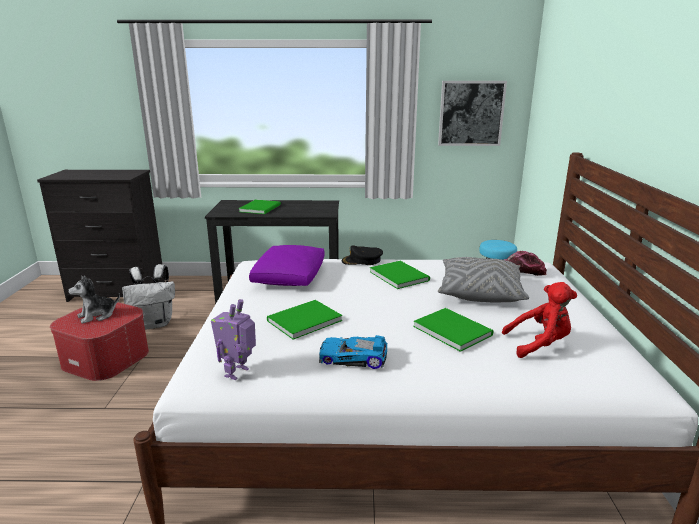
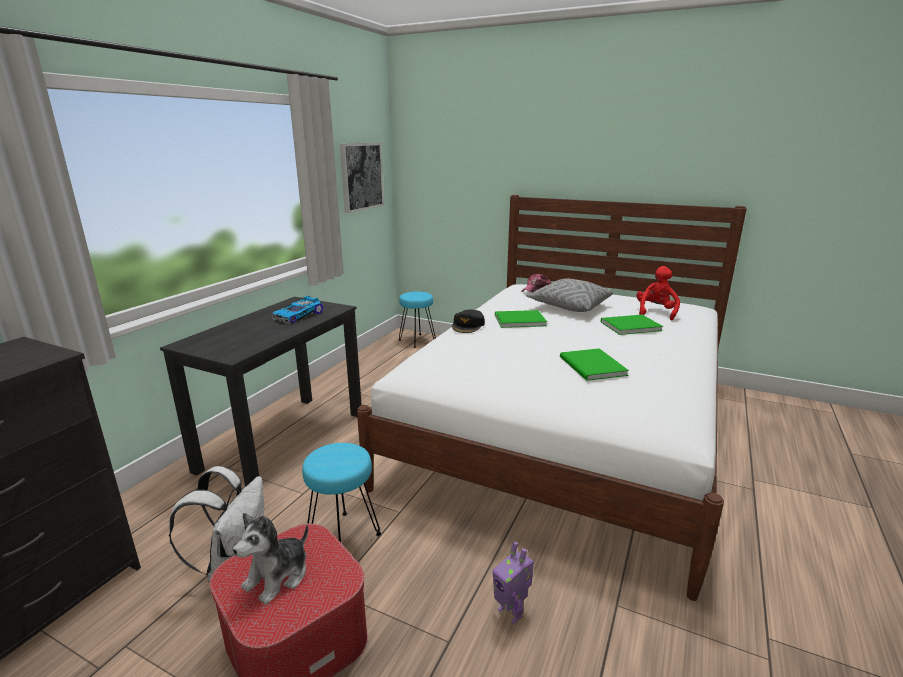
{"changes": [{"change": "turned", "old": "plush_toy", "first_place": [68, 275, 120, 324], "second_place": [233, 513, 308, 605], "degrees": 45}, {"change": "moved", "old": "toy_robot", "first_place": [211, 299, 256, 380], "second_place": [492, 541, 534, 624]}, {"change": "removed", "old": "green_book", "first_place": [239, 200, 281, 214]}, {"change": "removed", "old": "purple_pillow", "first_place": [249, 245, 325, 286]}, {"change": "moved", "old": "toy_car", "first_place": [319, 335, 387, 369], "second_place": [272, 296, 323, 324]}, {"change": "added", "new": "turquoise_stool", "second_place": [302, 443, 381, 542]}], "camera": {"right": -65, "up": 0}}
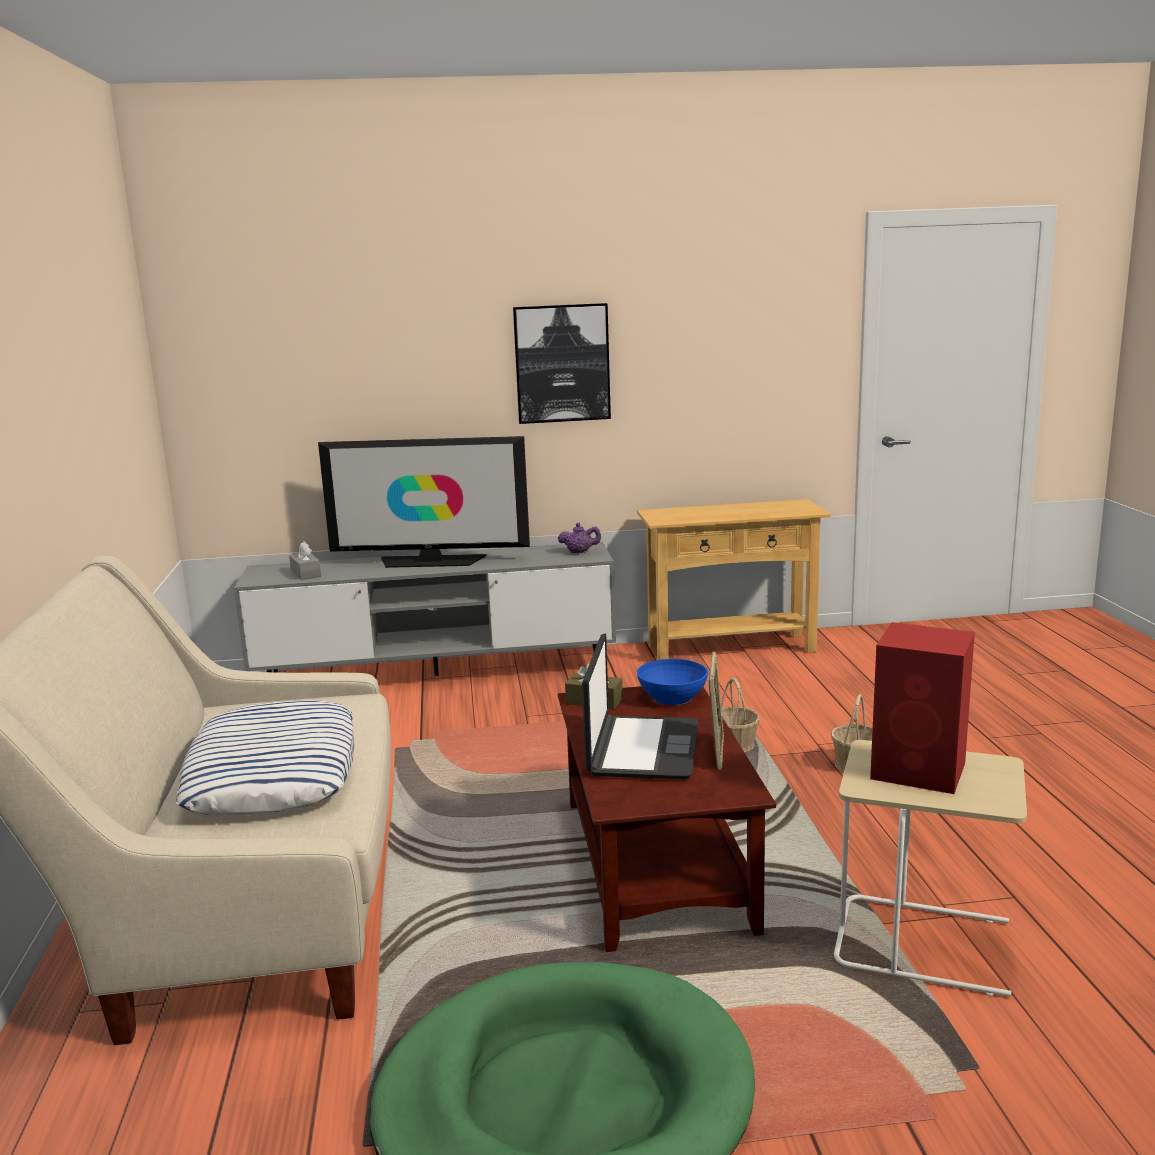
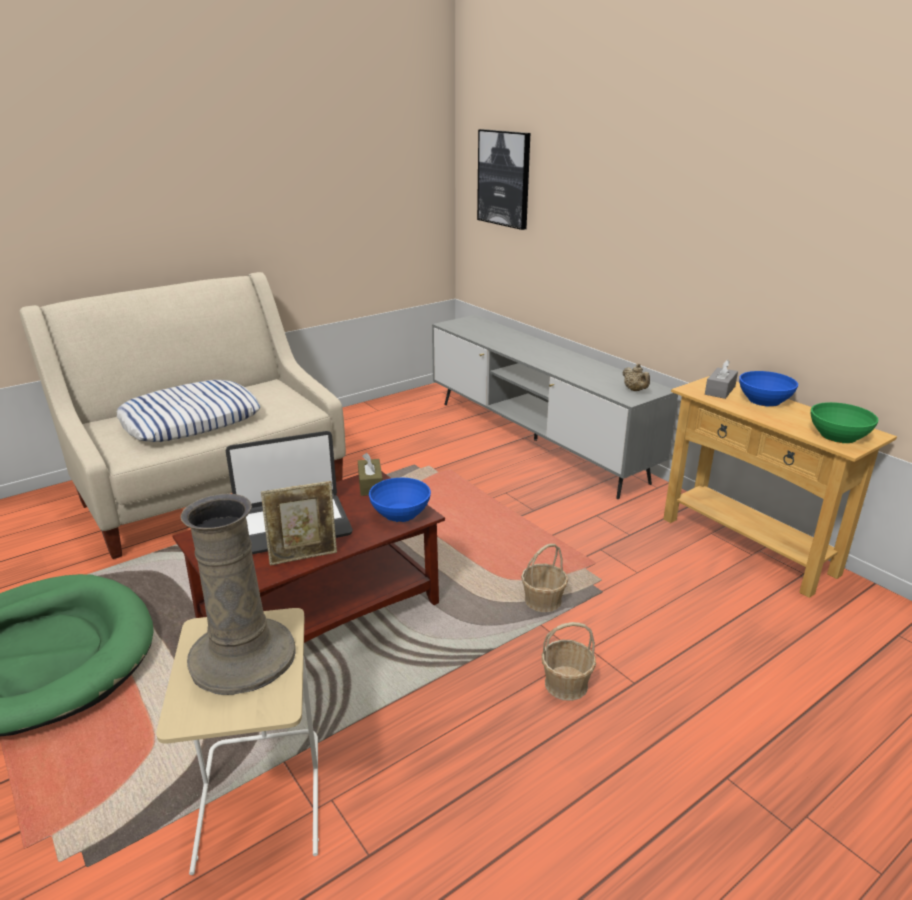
{"changes": [{"change": "moved", "old": "grey_tissue_box", "first_place": [289, 542, 321, 580], "second_place": [705, 360, 738, 399]}, {"change": "removed", "old": "television", "first_place": [318, 436, 530, 568]}, {"change": "moved", "old": "picture", "first_place": [513, 303, 611, 424], "second_place": [477, 129, 530, 230]}, {"change": "recoloured", "old": "purple_teapot", "new": "beige_teapot", "first_place": [558, 523, 601, 553], "second_place": [623, 363, 650, 391]}, {"change": "replaced", "old": "red_speaker", "new": "beige_vase", "first_place": [870, 622, 975, 794], "second_place": [181, 494, 295, 695]}, {"change": "added", "new": "blue_bowl", "second_place": [739, 371, 798, 407]}, {"change": "added", "new": "green_bowl", "second_place": [811, 402, 878, 443]}], "camera": {"right": 60, "up": 10}}
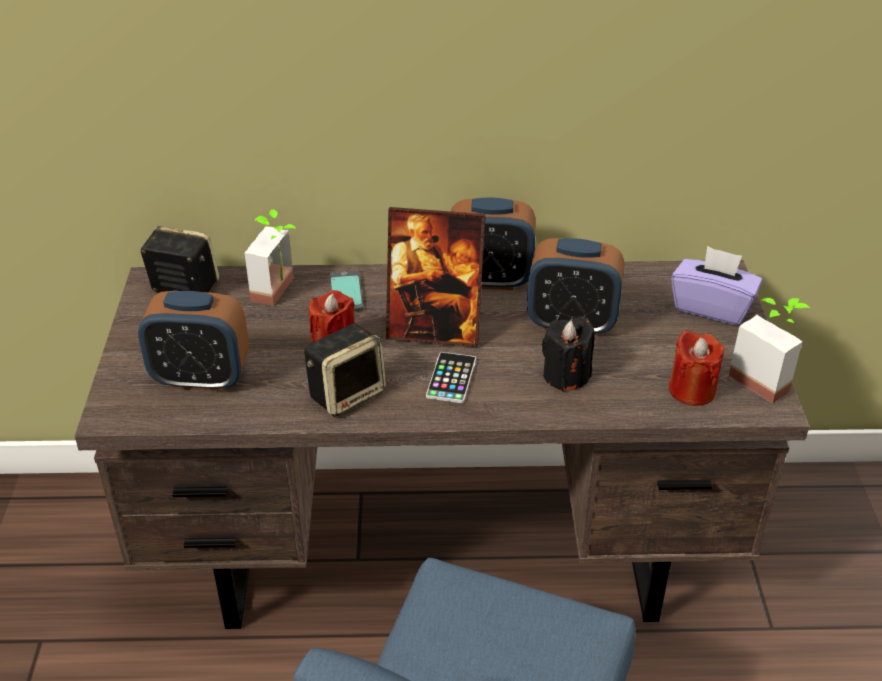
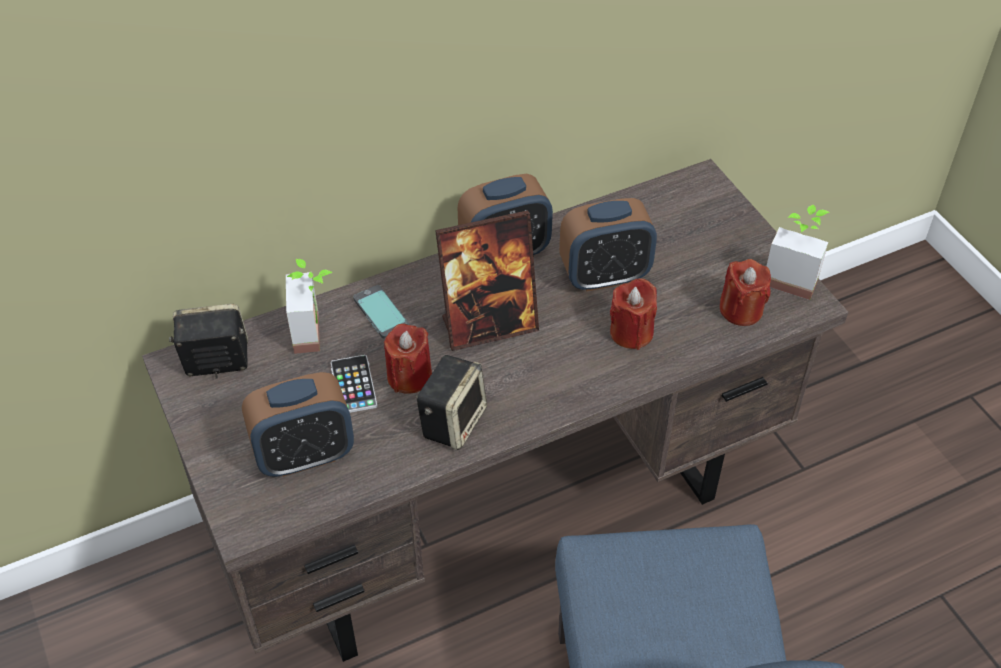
{"changes": [{"change": "moved", "old": "phone", "first_place": [426, 352, 476, 403], "second_place": [331, 355, 377, 413]}, {"change": "recoloured", "old": "black_candle", "new": "red_candle", "first_place": [542, 317, 595, 391], "second_place": [610, 278, 657, 350]}, {"change": "removed", "old": "purple_tissue_box", "first_place": [671, 246, 762, 325]}], "camera": {"right": -25, "up": 10}}
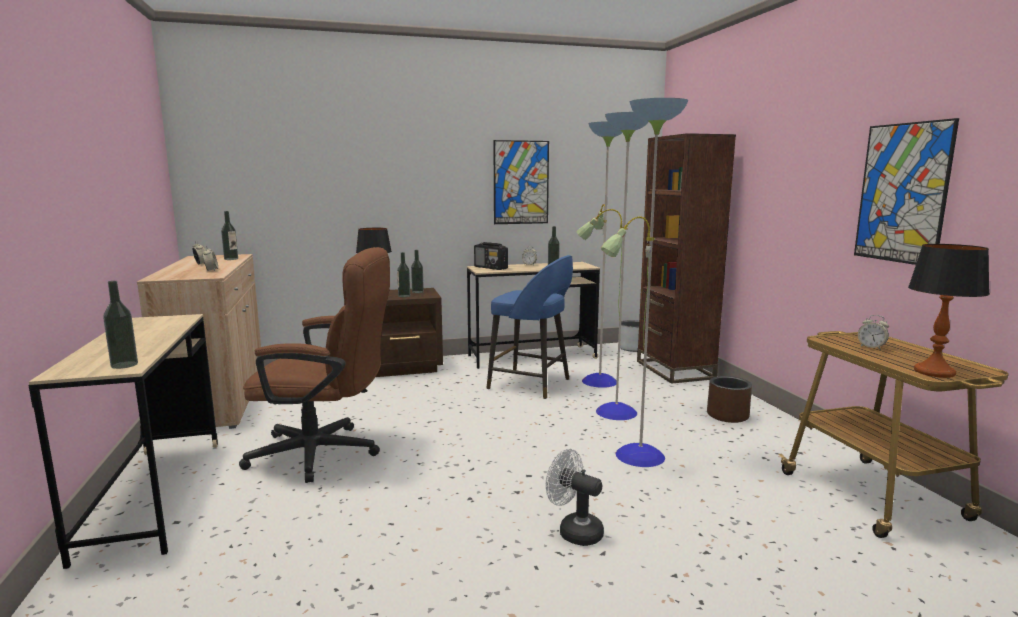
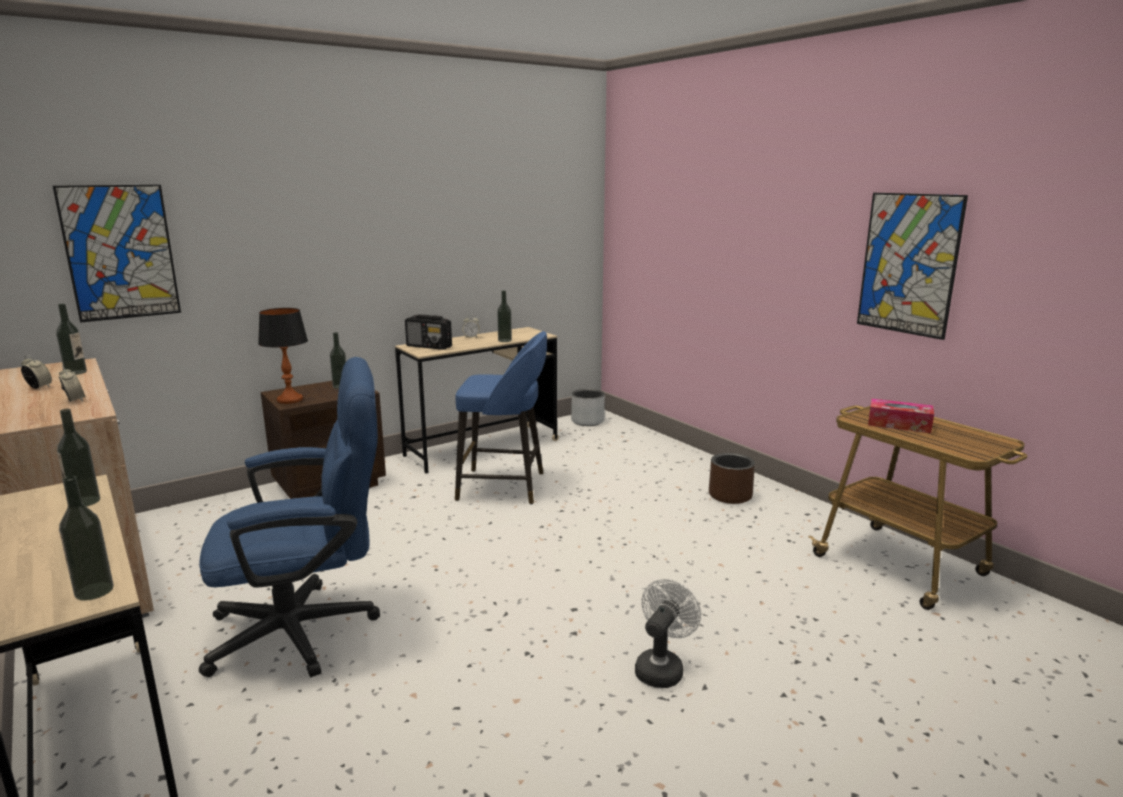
{"changes": [{"change": "recoloured", "old": "brown_office_chair", "new": "blue_office_chair", "first_place": [239, 247, 390, 483], "second_place": [199, 357, 380, 677]}, {"change": "moved", "old": "bottle", "first_place": [397, 252, 410, 297], "second_place": [57, 409, 100, 507]}, {"change": "moved", "old": "picture", "first_place": [493, 140, 549, 224], "second_place": [53, 185, 181, 323]}, {"change": "turned", "old": "white_fan", "first_place": [546, 449, 604, 546], "second_place": [635, 579, 701, 688], "degrees": 105}, {"change": "removed", "old": "floor_lamp", "first_place": [576, 98, 688, 467]}, {"change": "removed", "old": "brown_bookcase", "first_place": [637, 133, 736, 384]}, {"change": "replaced", "old": "alarm_clock", "new": "tissue_box", "first_place": [858, 315, 889, 350], "second_place": [868, 399, 934, 433]}, {"change": "removed", "old": "table_lamp", "first_place": [908, 244, 990, 378]}], "camera": {"right": -20, "up": 5}}
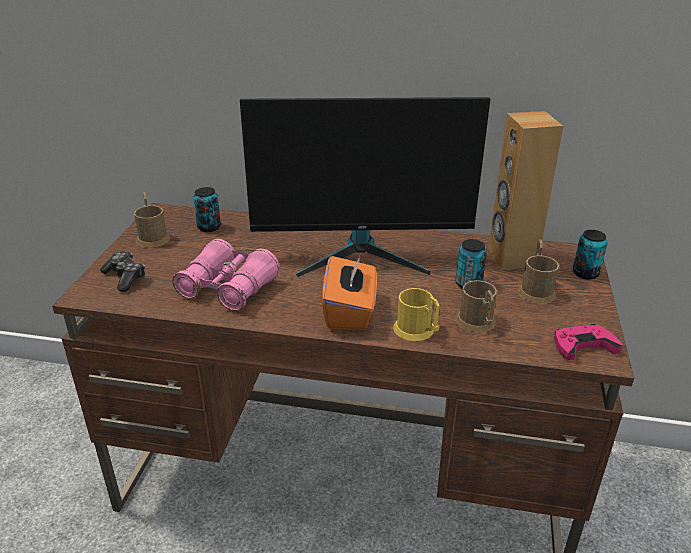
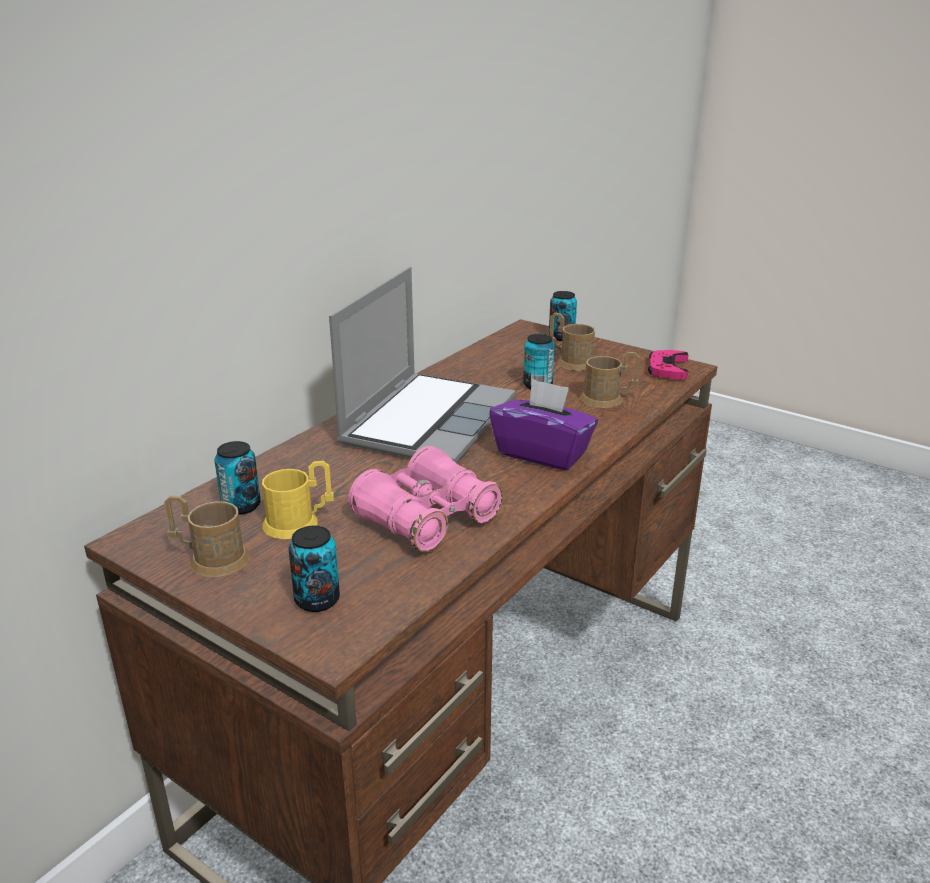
{"changes": [{"change": "replaced", "old": "game_controller", "new": "can", "first_place": [100, 251, 145, 292], "second_place": [288, 526, 340, 612]}, {"change": "replaced", "old": "monitor", "new": "laptop", "first_place": [240, 97, 491, 277], "second_place": [329, 267, 515, 464]}, {"change": "recoloured", "old": "orange_tissue_box", "new": "purple_tissue_box", "first_place": [322, 254, 377, 330], "second_place": [489, 378, 598, 471]}, {"change": "moved", "old": "yellow_mug", "first_place": [393, 288, 440, 341], "second_place": [262, 461, 334, 539]}, {"change": "removed", "old": "brown_speaker", "first_place": [488, 111, 563, 270]}], "camera": {"right": -65, "up": -5}}
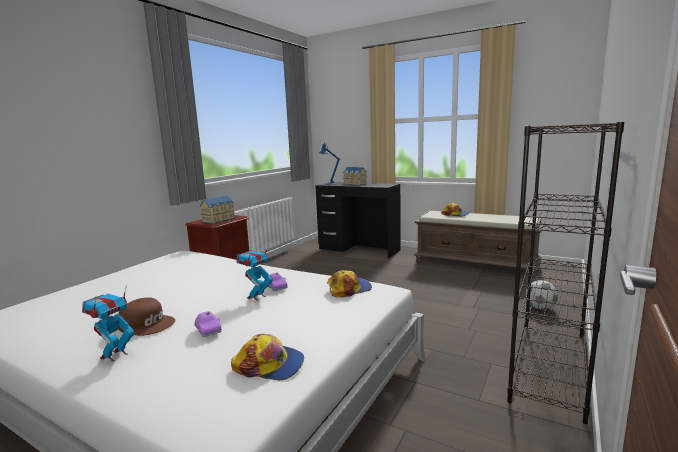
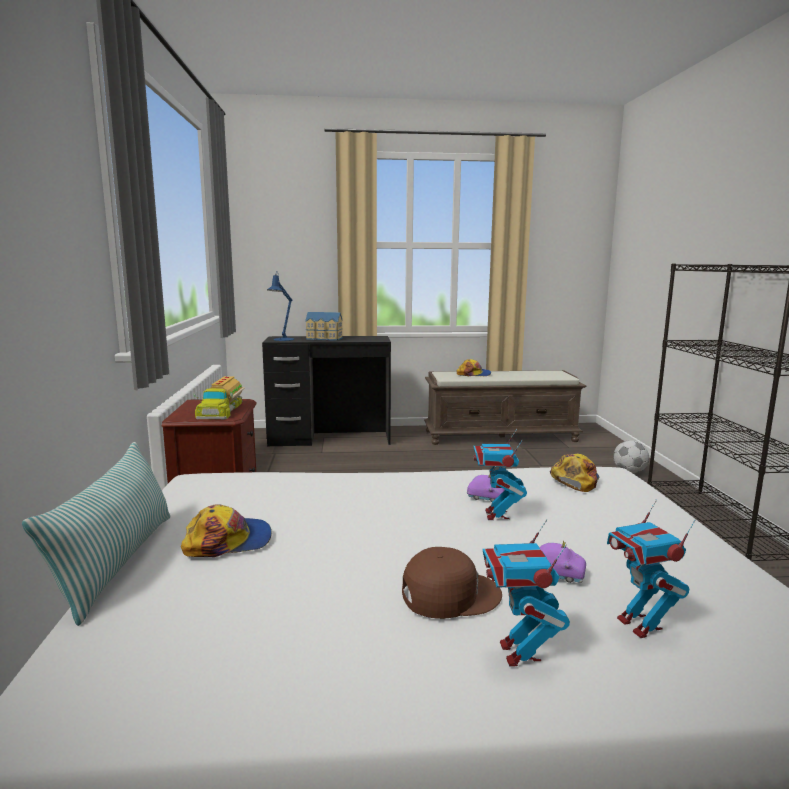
{"changes": [{"change": "replaced", "old": "toy_house", "new": "toy_truck", "first_place": [200, 195, 235, 224], "second_place": [194, 376, 244, 419]}, {"change": "moved", "old": "cap", "first_place": [231, 334, 304, 381], "second_place": [181, 504, 271, 557]}, {"change": "added", "new": "pillow", "second_place": [22, 442, 171, 626]}, {"change": "added", "new": "toy_robot", "second_place": [607, 499, 695, 638]}], "camera": {"right": -35, "up": 0}}
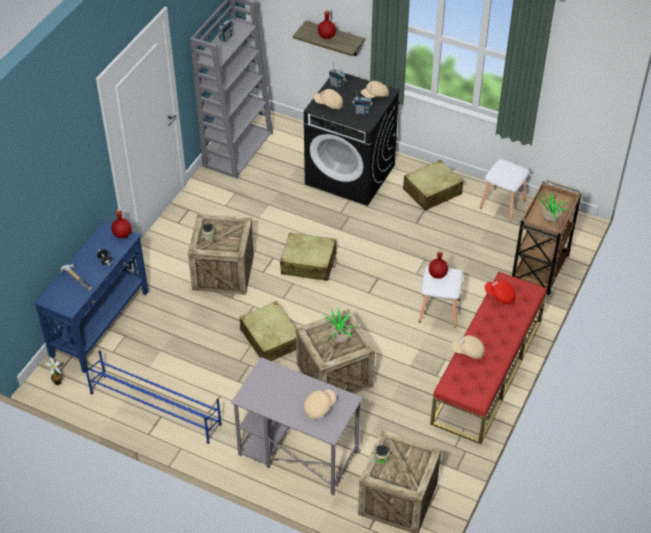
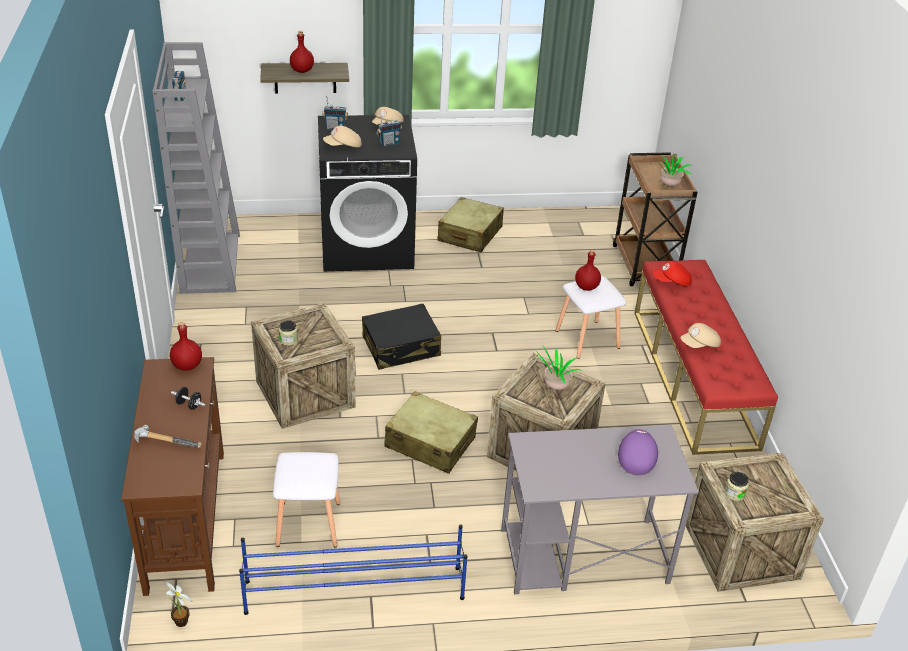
{"changes": [{"change": "recoloured", "old": "blue_console_table", "new": "brown_console_table", "first_place": [34, 221, 149, 373], "second_place": [121, 357, 224, 596]}, {"change": "recoloured", "old": "beige_suitcase", "new": "black_suitcase", "first_place": [280, 233, 337, 281], "second_place": [362, 303, 441, 370]}, {"change": "recoloured", "old": "beige_cap", "new": "purple_cap", "first_place": [303, 390, 336, 419], "second_place": [618, 429, 658, 475]}, {"change": "moved", "old": "white_stool", "first_place": [480, 159, 530, 221], "second_place": [273, 452, 340, 548]}], "camera": {"right": -35, "up": -10}}
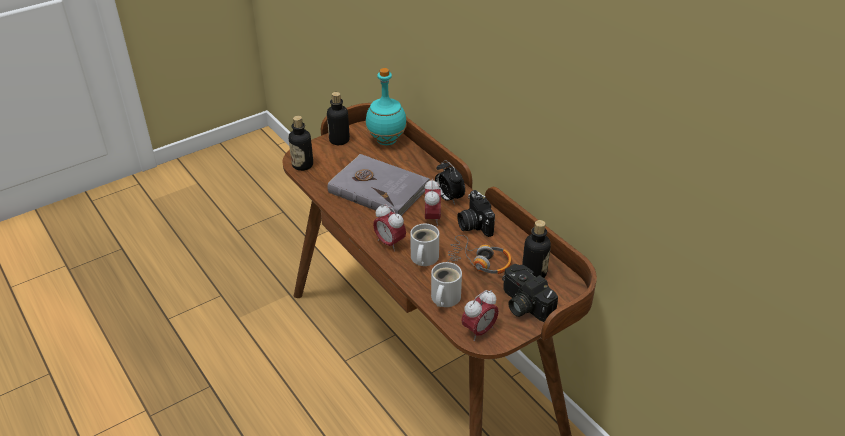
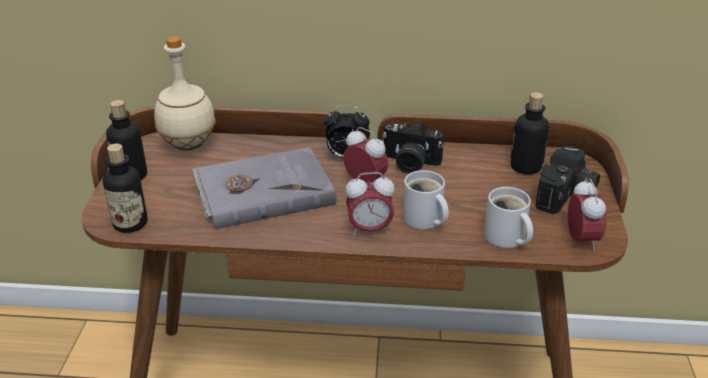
{"changes": [{"change": "recoloured", "old": "turquoise_bottle", "new": "beige_bottle", "first_place": [366, 68, 407, 145], "second_place": [154, 36, 216, 153]}, {"change": "removed", "old": "headphones", "first_place": [447, 235, 511, 274]}, {"change": "turned", "old": "photo_camera", "first_place": [502, 264, 558, 322], "second_place": [536, 146, 600, 214], "degrees": -60}], "camera": {"right": -50, "up": -5}}
